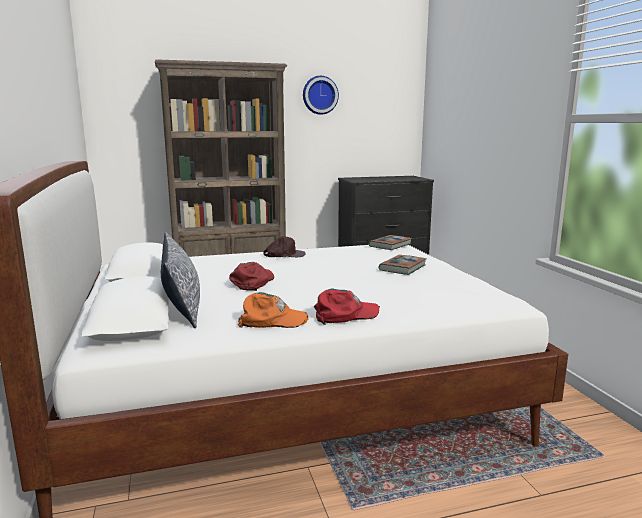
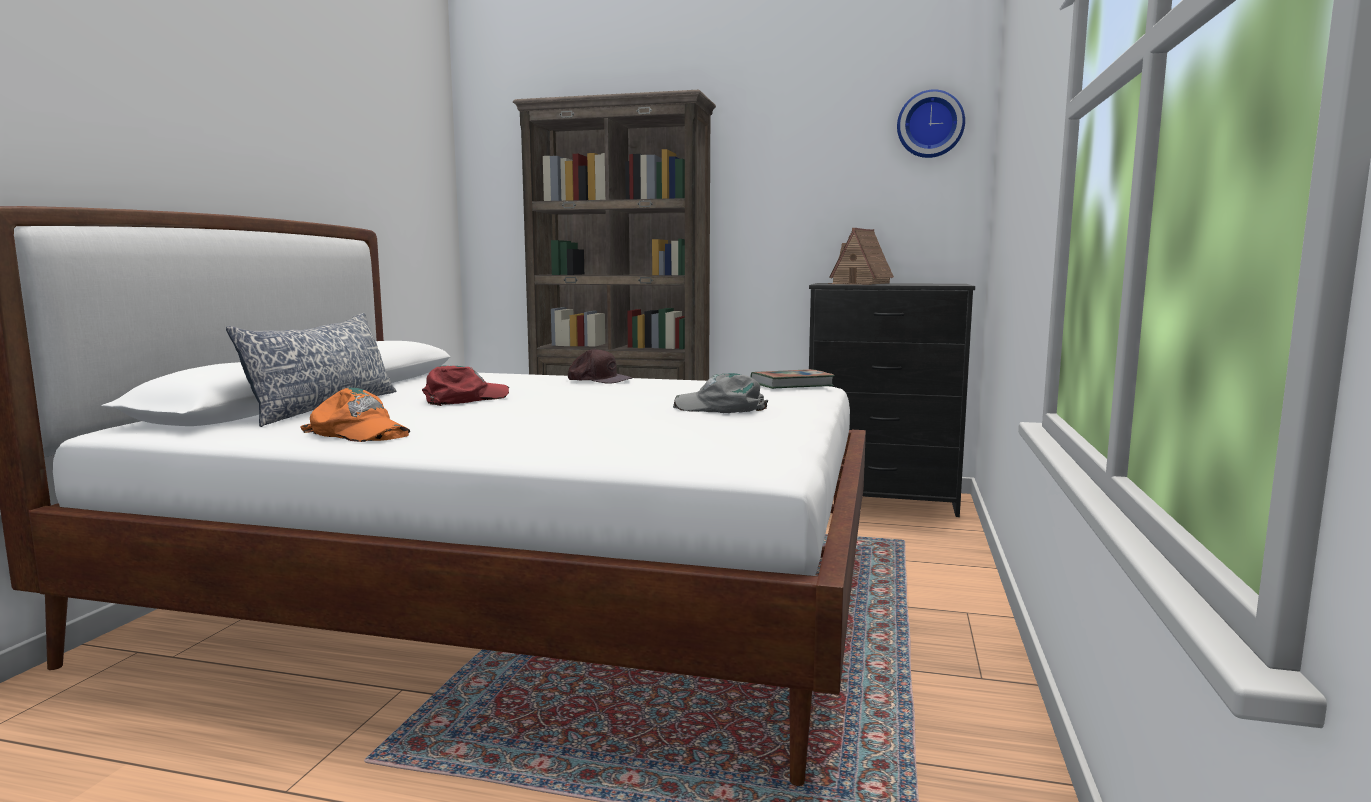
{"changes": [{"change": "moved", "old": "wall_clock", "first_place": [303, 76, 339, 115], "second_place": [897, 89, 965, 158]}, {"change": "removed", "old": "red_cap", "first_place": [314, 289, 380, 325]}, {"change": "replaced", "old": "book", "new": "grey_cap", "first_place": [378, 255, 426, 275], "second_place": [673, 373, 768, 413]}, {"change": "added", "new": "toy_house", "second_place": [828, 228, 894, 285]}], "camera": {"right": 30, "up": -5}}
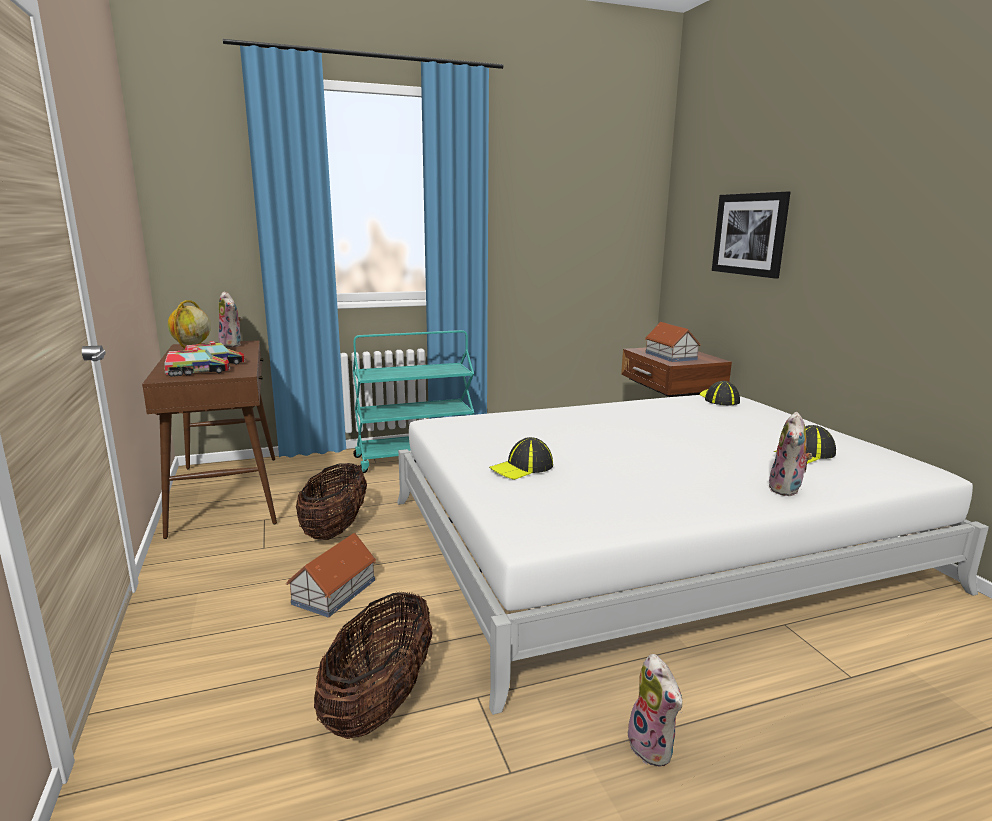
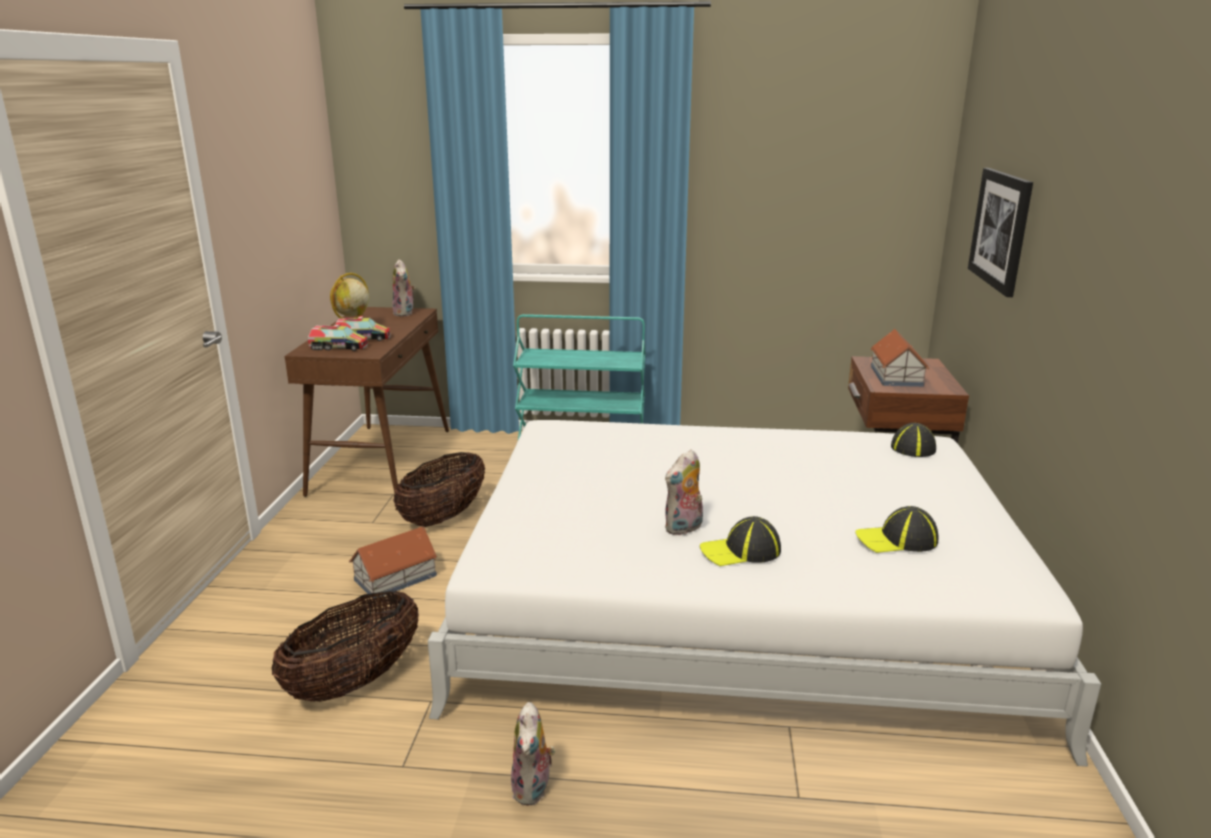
{"changes": [{"change": "moved", "old": "cap", "first_place": [489, 437, 553, 480], "second_place": [700, 516, 781, 566]}, {"change": "moved", "old": "plush_toy", "first_place": [769, 412, 813, 496], "second_place": [665, 449, 703, 536]}], "camera": {"right": 25, "up": 5}}
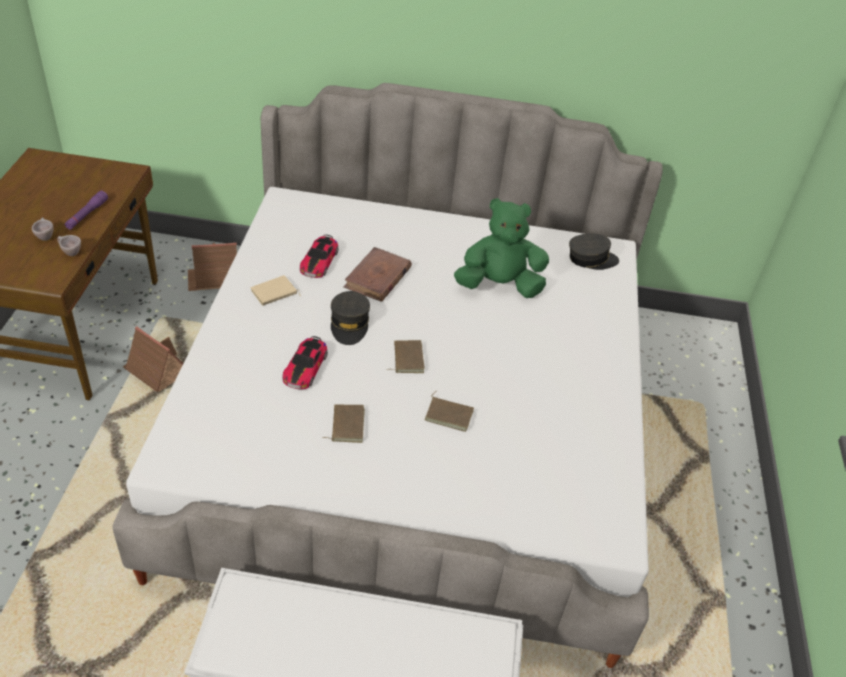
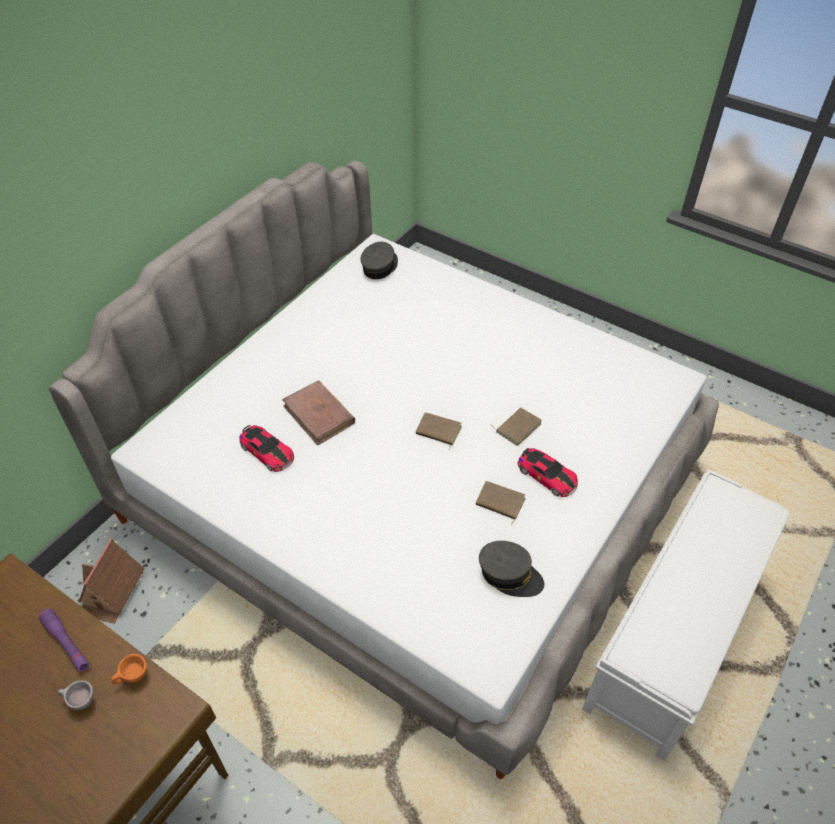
{"changes": [{"change": "recoloured", "old": "beige_cup", "new": "orange_cup", "first_place": [57, 235, 81, 256], "second_place": [111, 654, 147, 684]}, {"change": "removed", "old": "toy_house", "first_place": [123, 327, 183, 392]}, {"change": "removed", "old": "beige_book", "first_place": [251, 275, 301, 306]}, {"change": "moved", "old": "toy_car", "first_place": [282, 336, 328, 390], "second_place": [518, 448, 578, 497]}, {"change": "moved", "old": "grey_cap", "first_place": [331, 291, 370, 345], "second_place": [479, 541, 544, 597]}, {"change": "removed", "old": "green_plush_toy", "first_place": [454, 198, 549, 298]}], "camera": {"right": -60, "up": 5}}
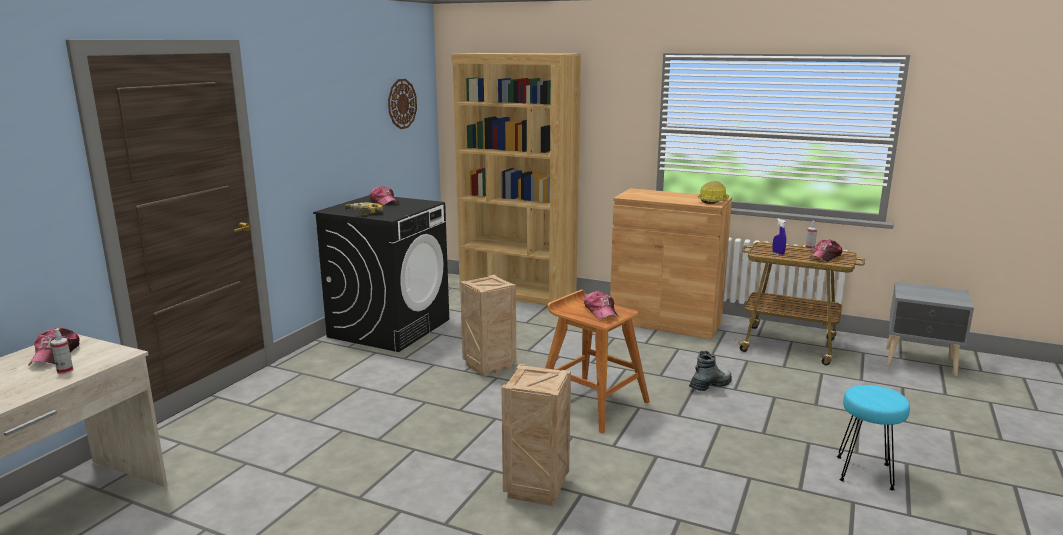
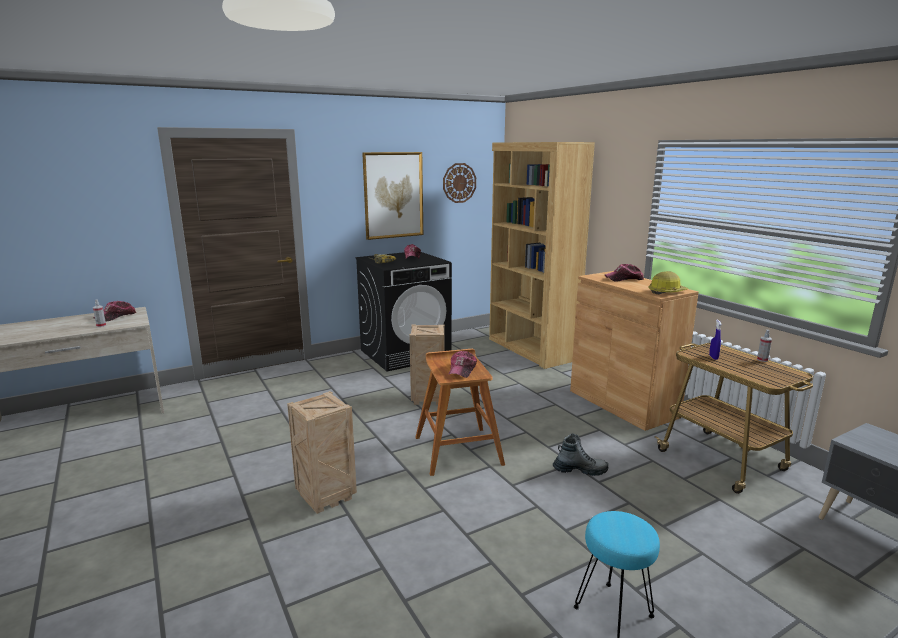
{"changes": [{"change": "moved", "old": "cap", "first_place": [810, 239, 842, 262], "second_place": [605, 264, 644, 281]}, {"change": "added", "new": "picture", "second_place": [362, 152, 423, 240]}], "camera": {"right": 35, "up": 0}}
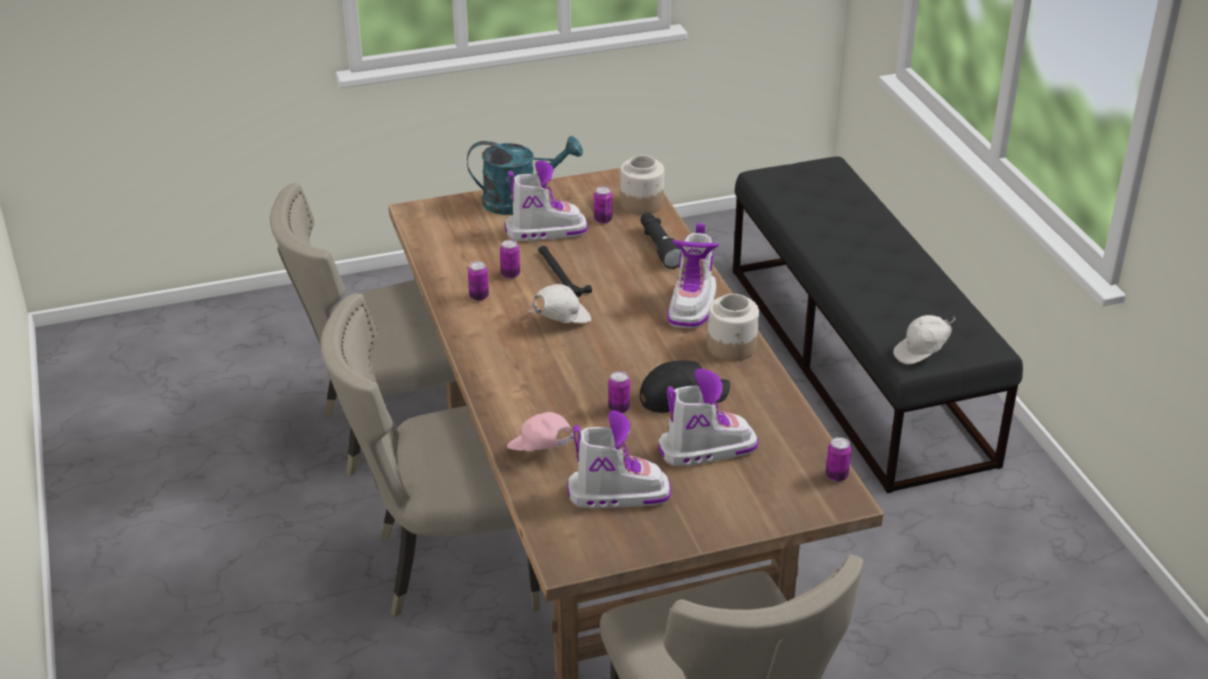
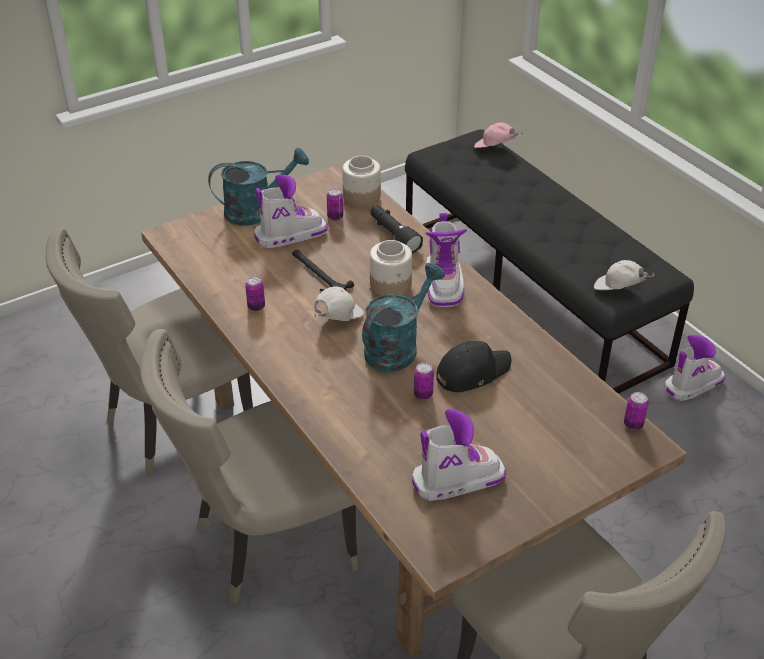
{"changes": [{"change": "removed", "old": "can", "first_place": [500, 240, 520, 279]}, {"change": "moved", "old": "pink_cap", "first_place": [507, 412, 575, 451], "second_place": [474, 123, 523, 148]}, {"change": "moved", "old": "boot", "first_place": [658, 369, 758, 466], "second_place": [665, 335, 726, 401]}, {"change": "moved", "old": "jar", "first_place": [707, 294, 759, 361], "second_place": [370, 240, 412, 296]}, {"change": "turned", "old": "white_cap", "first_place": [893, 315, 955, 365], "second_place": [594, 260, 655, 290], "degrees": 60}, {"change": "added", "new": "turquoise_watering_can", "second_place": [362, 263, 445, 371]}], "camera": {"right": -15, "up": 5}}
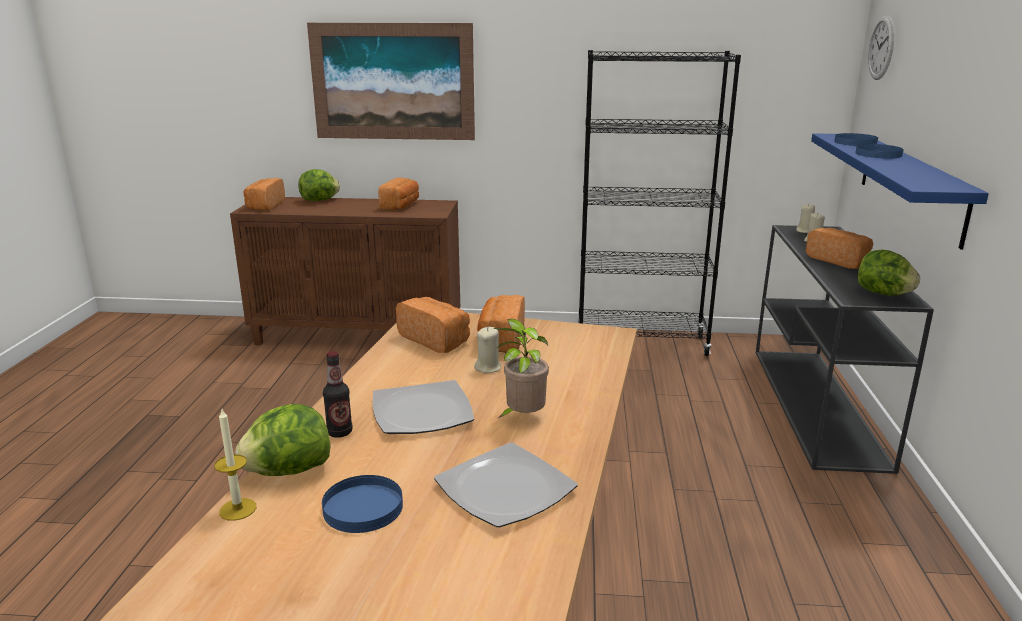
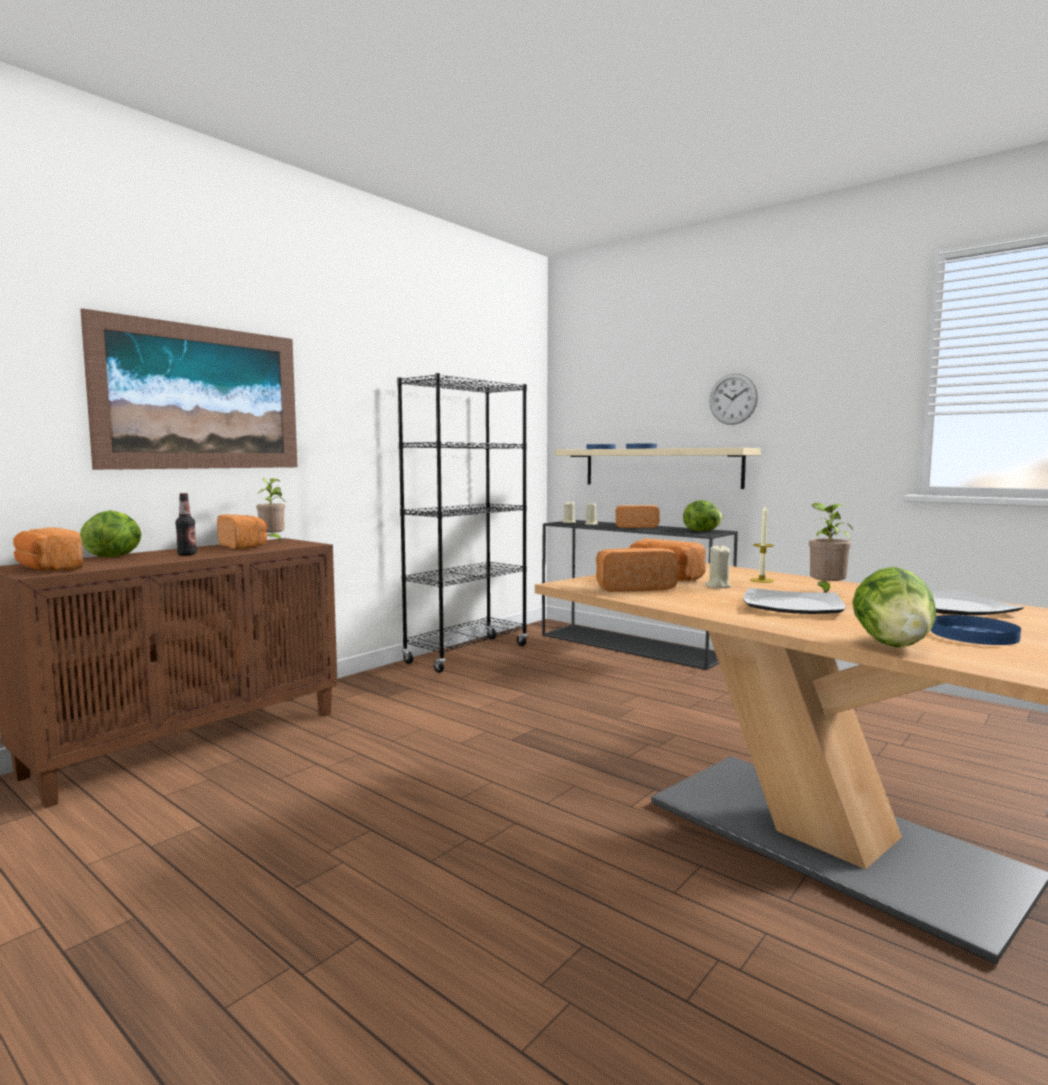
{"changes": [{"change": "moved", "old": "candle", "first_place": [214, 409, 256, 521], "second_place": [750, 506, 774, 583]}, {"change": "moved", "old": "bottle", "first_place": [323, 351, 352, 438], "second_place": [175, 493, 197, 556]}, {"change": "recoloured", "old": "blue_shelf", "new": "beige_shelf", "first_place": [811, 133, 989, 250], "second_place": [555, 448, 761, 489]}, {"change": "moved", "old": "wall_clock", "first_place": [868, 16, 894, 80], "second_place": [709, 374, 758, 425]}, {"change": "added", "new": "potted_plant", "second_place": [256, 478, 285, 541]}], "camera": {"right": -55, "up": -15}}
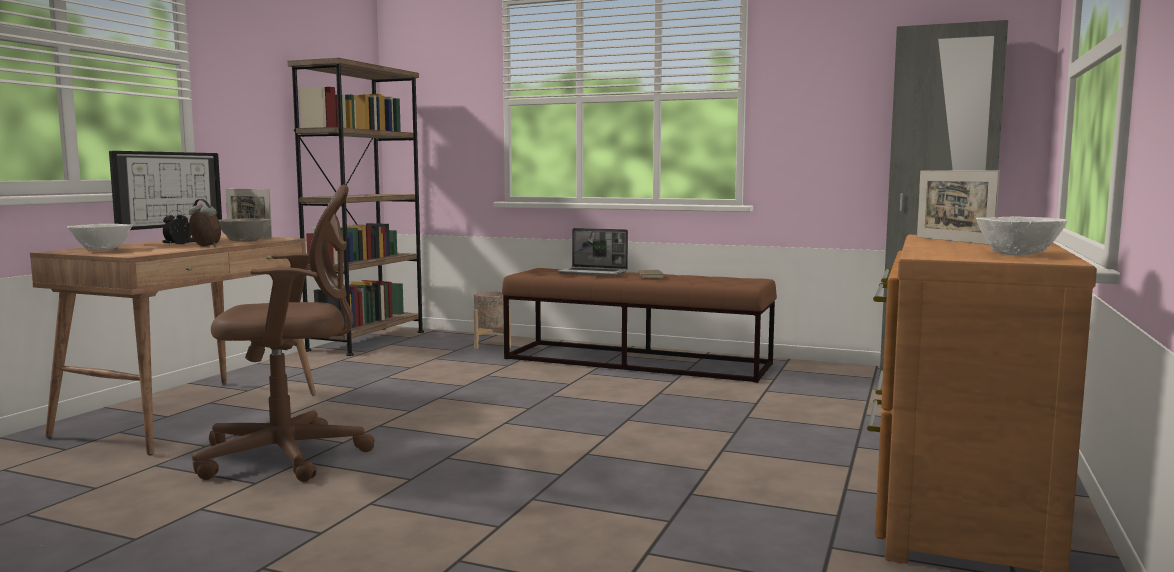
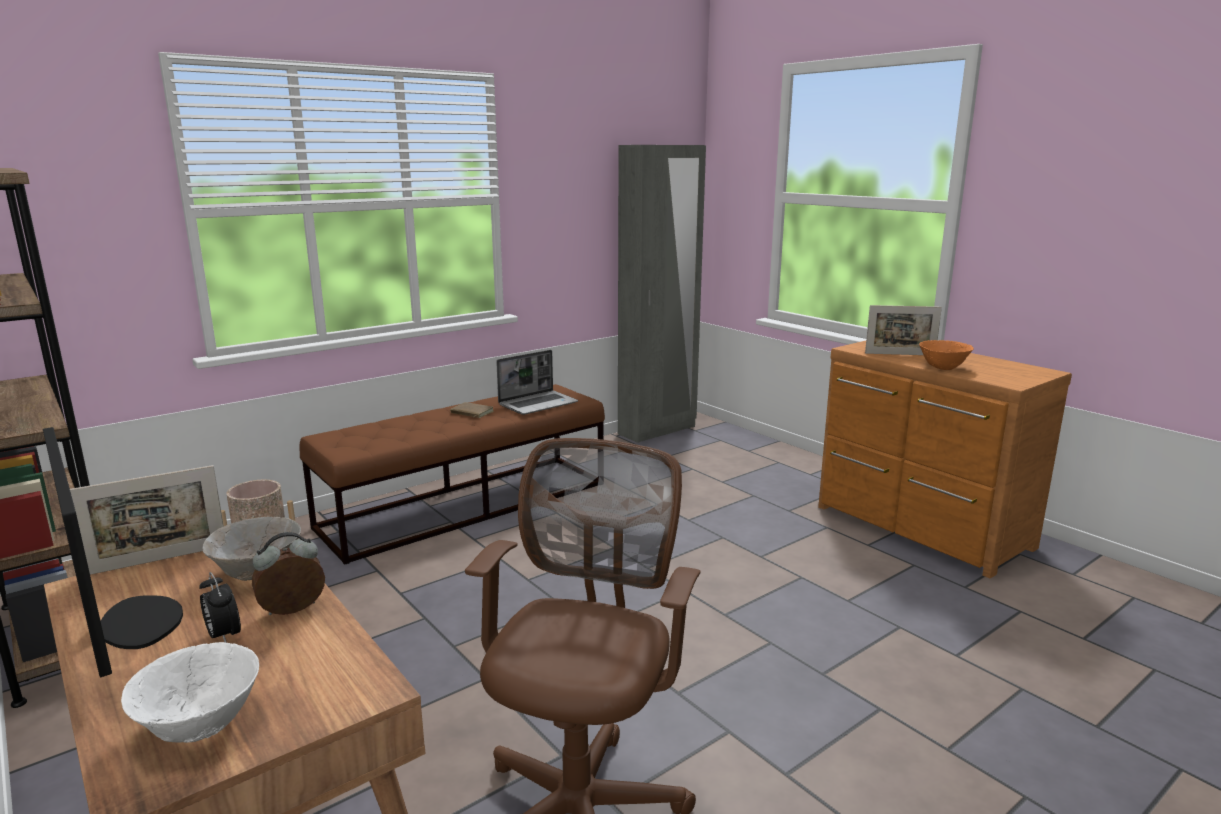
{"changes": [{"change": "moved", "old": "laptop", "first_place": [557, 228, 628, 276], "second_place": [496, 350, 578, 415]}, {"change": "removed", "old": "white_bowl", "first_place": [976, 216, 1068, 255]}, {"change": "added", "new": "orange_bowl", "second_place": [919, 340, 974, 370]}], "camera": {"right": -60, "up": 10}}
